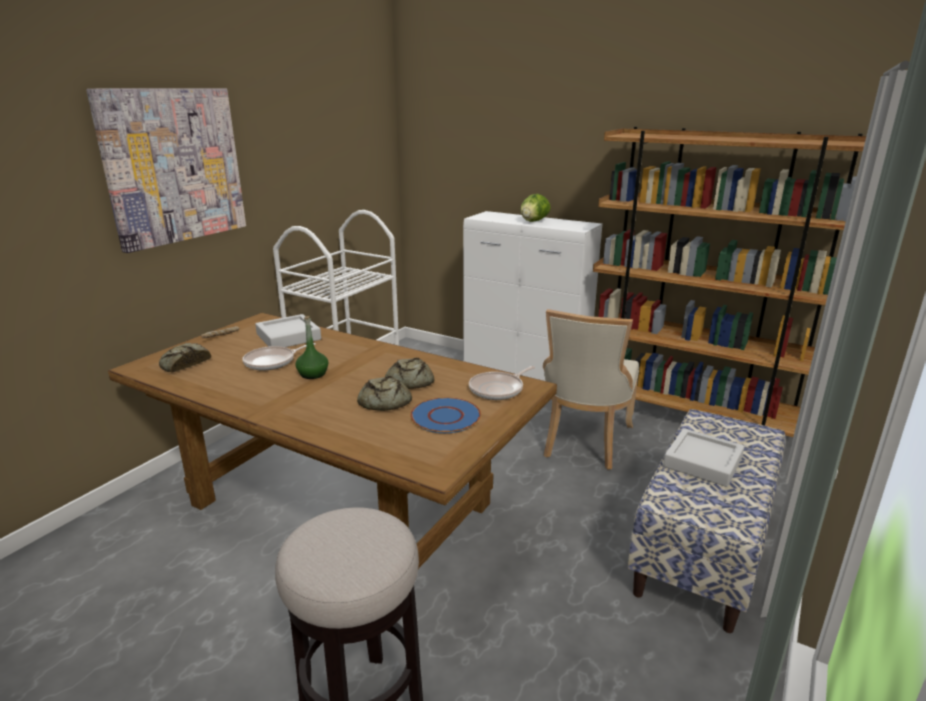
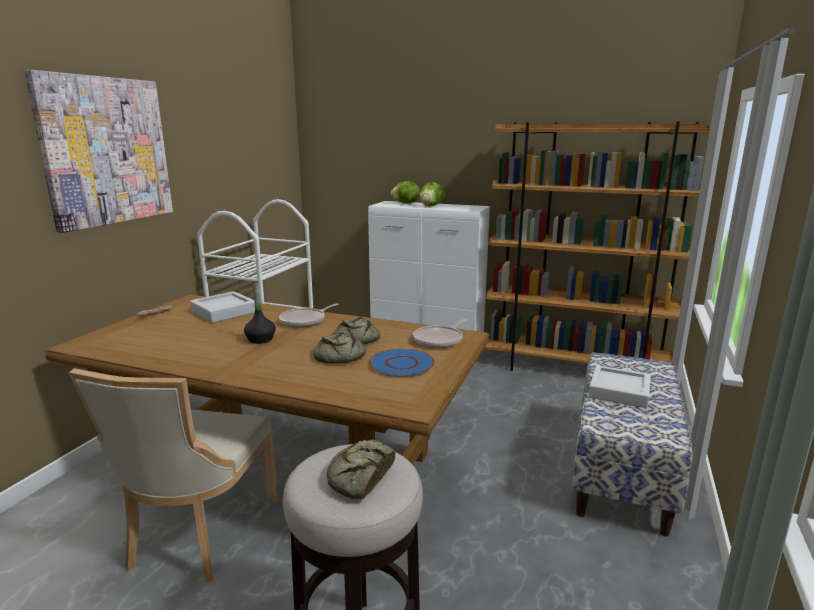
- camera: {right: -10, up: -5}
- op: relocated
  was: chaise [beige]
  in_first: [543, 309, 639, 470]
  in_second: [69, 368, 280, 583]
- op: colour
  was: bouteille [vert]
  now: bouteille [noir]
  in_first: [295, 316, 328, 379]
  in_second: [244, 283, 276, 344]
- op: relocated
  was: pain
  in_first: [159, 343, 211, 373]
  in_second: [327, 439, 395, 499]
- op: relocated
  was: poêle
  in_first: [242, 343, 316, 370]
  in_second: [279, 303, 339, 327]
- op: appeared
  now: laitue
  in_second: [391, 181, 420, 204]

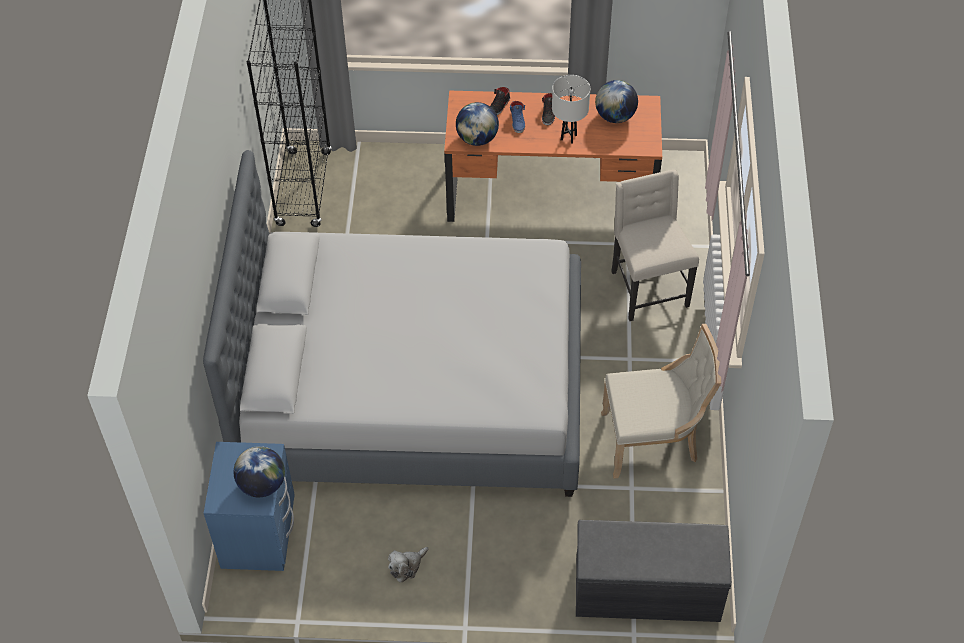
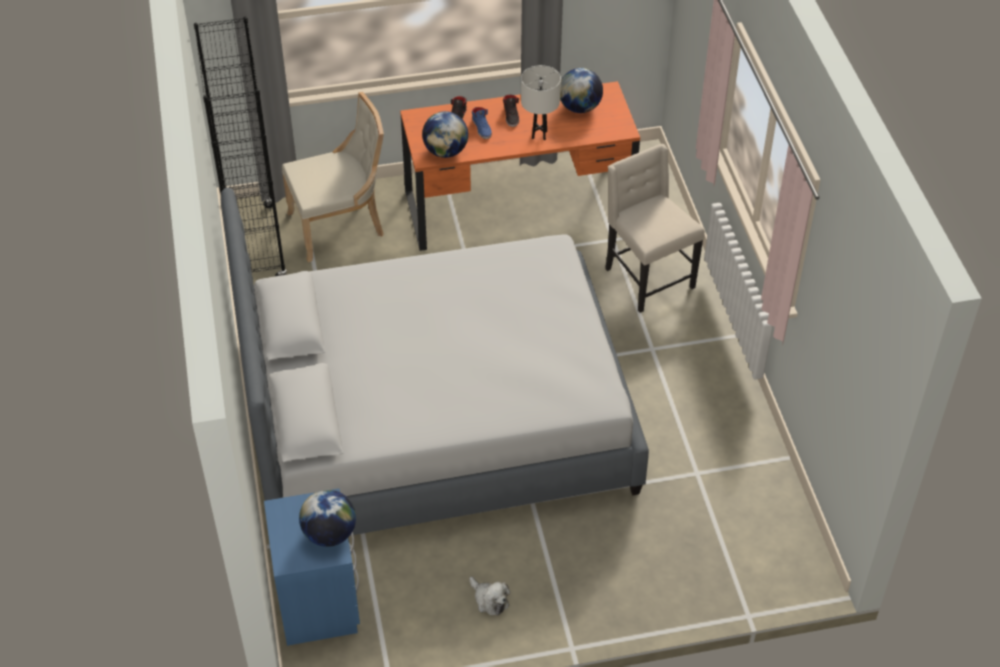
- camera: {right: -15, up: -5}
- op: relocated
  was: chaise [beige]
  in_first: [601, 324, 721, 478]
  in_second: [282, 92, 384, 262]
- op: missing
  was: banc [gris]
  in_first: [576, 520, 732, 622]
- op: spun
  was: peluche
  in_first: [388, 547, 428, 583]
  in_second: [470, 576, 510, 616]
  clockwise: -75

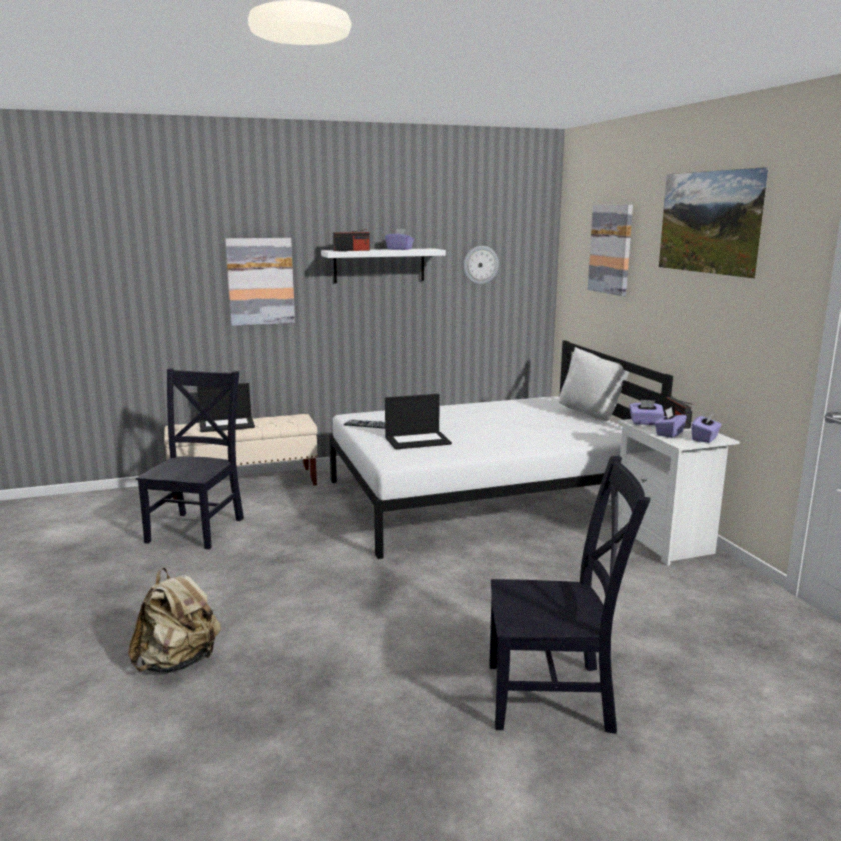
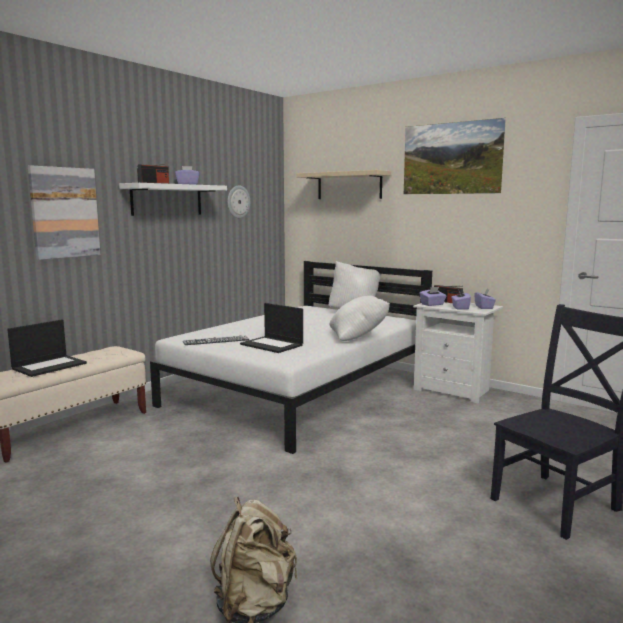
- camera: {right: -35, up: -5}
- op: exchanged
  was: tableau
  now: étagère [beige]
  in_first: [588, 205, 633, 296]
  in_second: [296, 170, 391, 199]
- op: missing
  was: chaise [noir]
  in_first: [136, 368, 244, 549]
- op: spun
  was: ordinateur portable
  in_first: [385, 394, 452, 450]
  in_second: [240, 303, 303, 353]
  clockwise: 90
- op: appeared
  now: coussin [blanc]
  in_second: [329, 296, 390, 341]

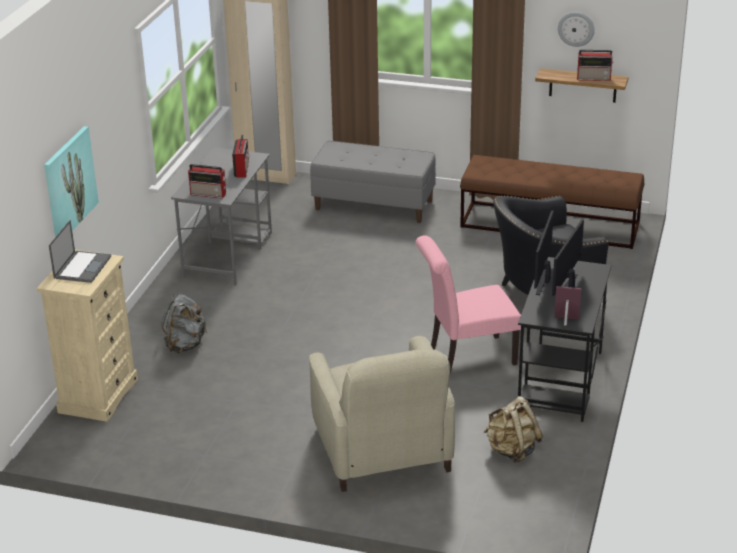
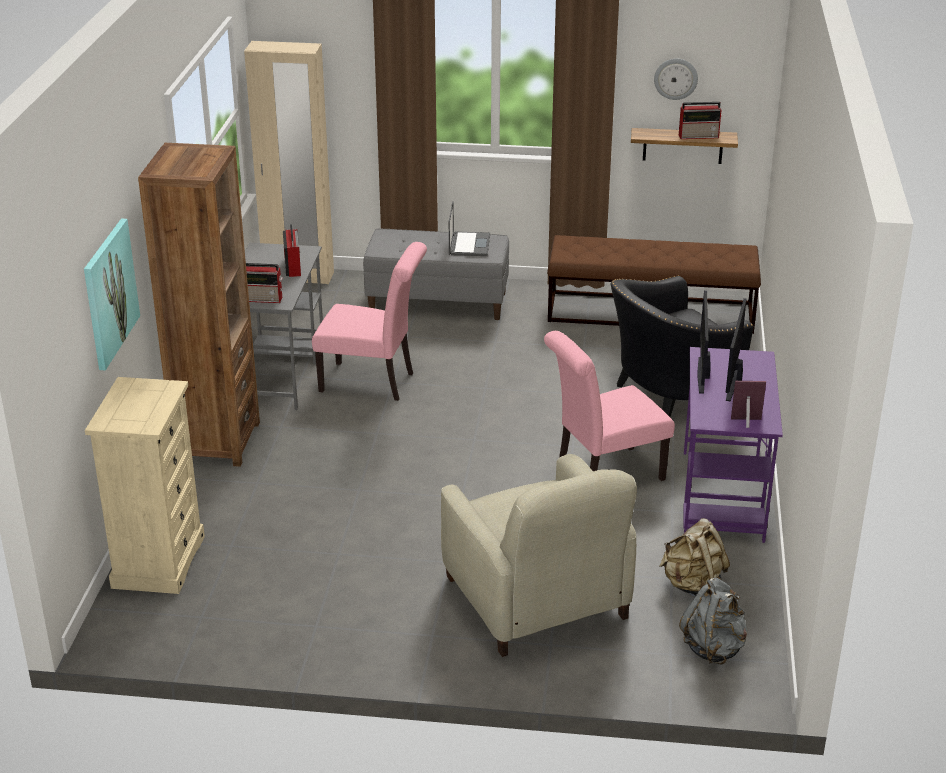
- camera: {right: -10, up: 0}
- op: relocated
  was: ordinateur portable
  in_first: [49, 220, 111, 283]
  in_second: [449, 201, 490, 256]
- op: colour
  was: bureau [noir]
  now: bureau [violet]
  in_first: [518, 257, 611, 422]
  in_second: [684, 347, 783, 543]
- op: relocated
  was: sac à dos [gris]
  in_first: [161, 294, 207, 353]
  in_second: [679, 578, 748, 664]
- op: appeared
  now: bibliothèque [marron]
  in_second: [138, 143, 260, 467]
- op: appeared
  now: chaise [rose]
  in_second: [312, 242, 427, 401]

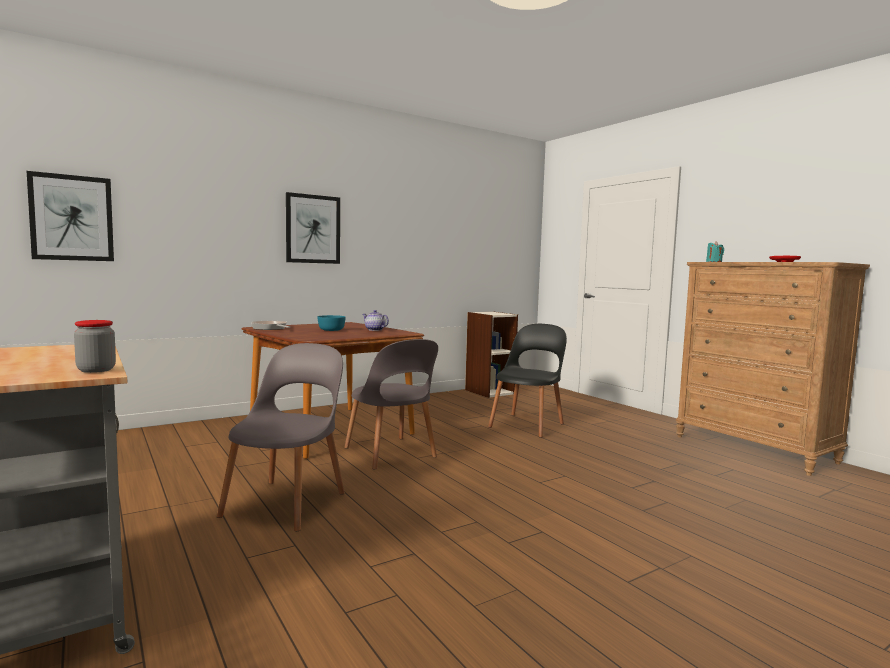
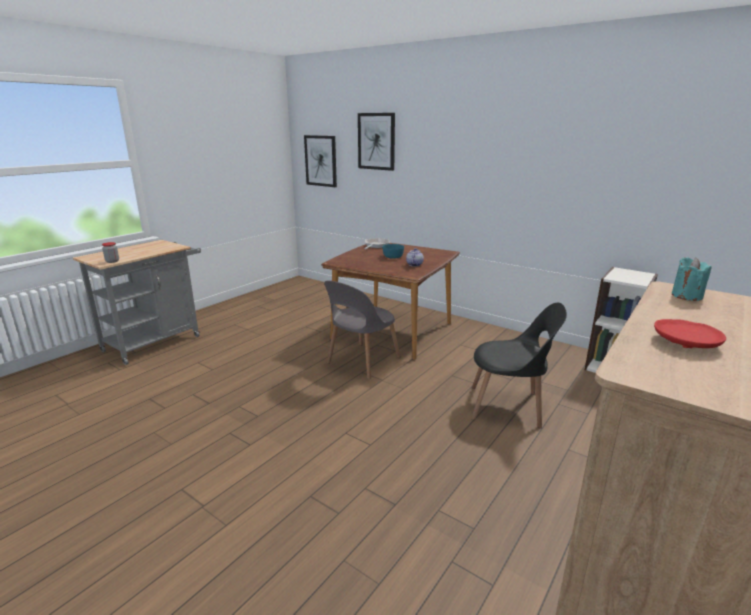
- camera: {right: 70, up: 15}
- op: relocated
  was: tableau
  in_first: [286, 192, 340, 264]
  in_second: [358, 113, 395, 171]
- op: missing
  was: chaise [gris]
  in_first: [217, 343, 345, 531]

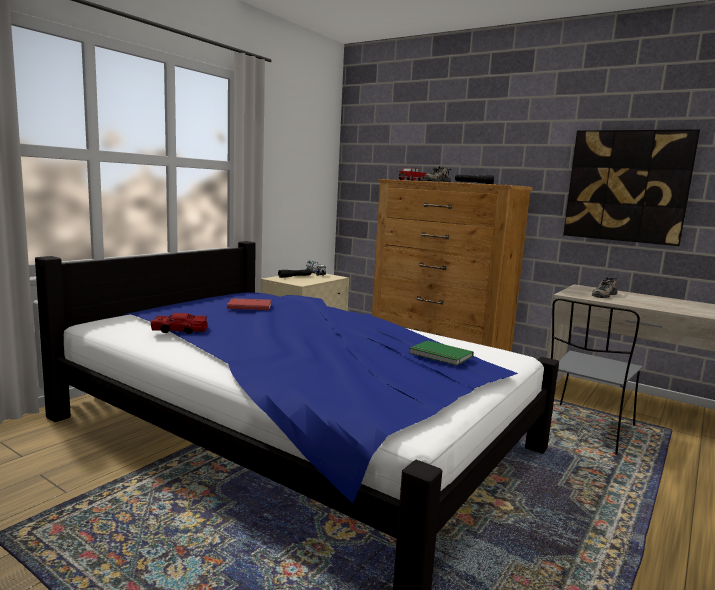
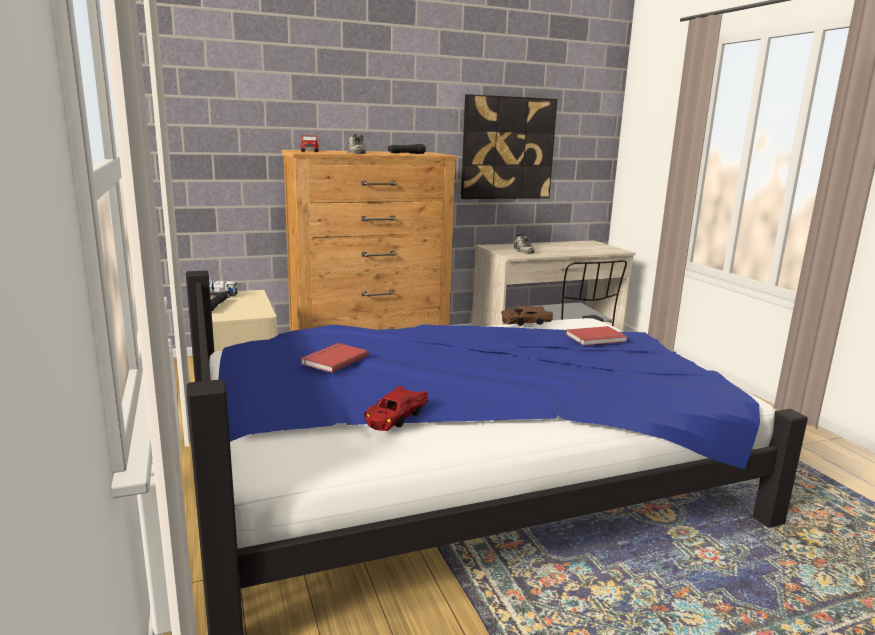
- camera: {right: -55, up: 5}
- op: colour
  was: livre [vert]
  now: livre [rouge]
  in_first: [409, 340, 474, 366]
  in_second: [565, 326, 628, 345]
- op: appeared
  now: petite voiture [marron]
  in_second: [501, 306, 553, 326]

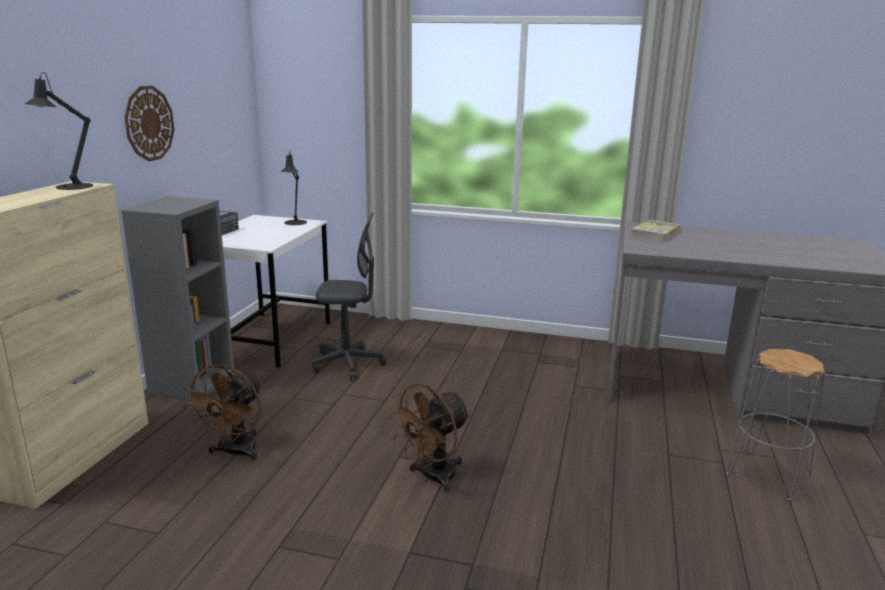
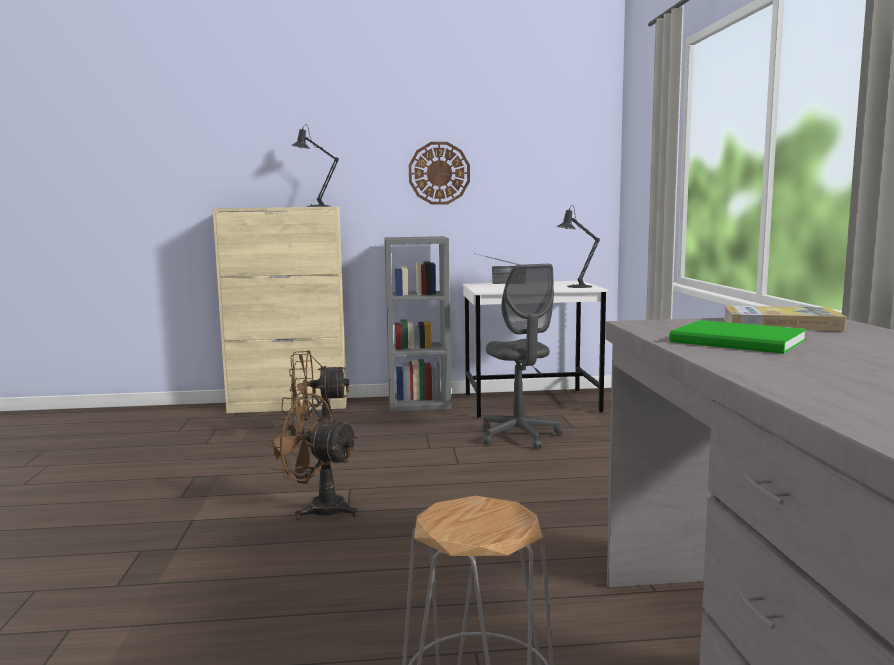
- camera: {right: 70, up: -10}
- op: appeared
  now: livre [vert]
  in_second: [669, 320, 807, 354]

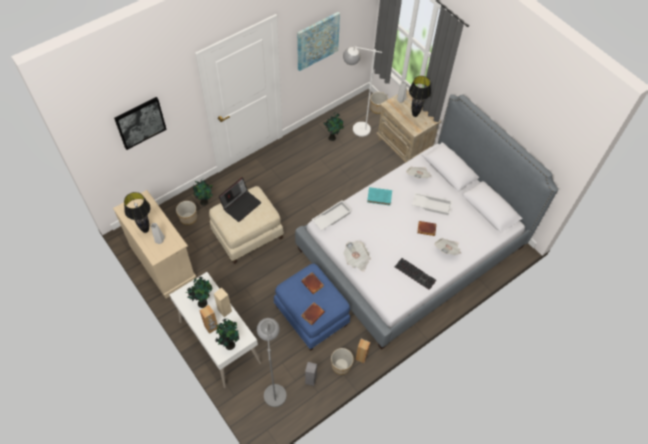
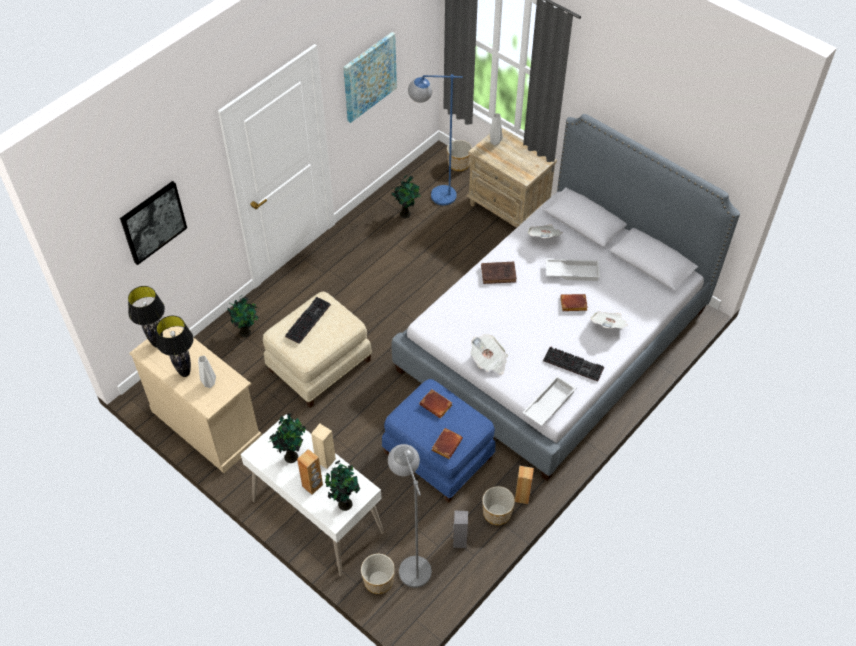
- camera: {right: -10, up: -5}
- op: colour
  was: lampadaire [blanc]
  now: lampadaire [bleu]
  in_first: [343, 46, 382, 137]
  in_second: [408, 74, 463, 205]
- op: relocated
  was: lampe de table [noir]
  in_first: [409, 76, 431, 117]
  in_second: [128, 286, 165, 348]
- op: exchanged
  was: ordinateur portable
  now: clavier
  in_first: [219, 177, 262, 222]
  in_second: [285, 297, 331, 344]
- op: colour
  was: livre [turquoise]
  now: livre [marron]
  in_first: [367, 187, 392, 205]
  in_second: [481, 262, 517, 284]
- op: relocated
  was: plateau [blanc]
  in_first: [312, 200, 352, 231]
  in_second: [522, 376, 576, 426]
- op: relocated
  was: cache-pot
  in_first: [176, 201, 197, 225]
  in_second: [361, 554, 395, 594]

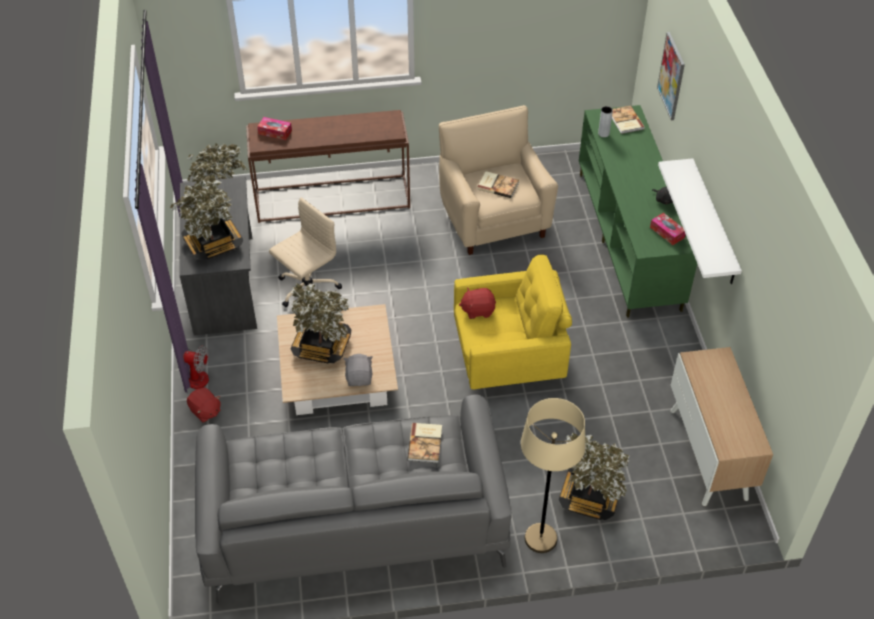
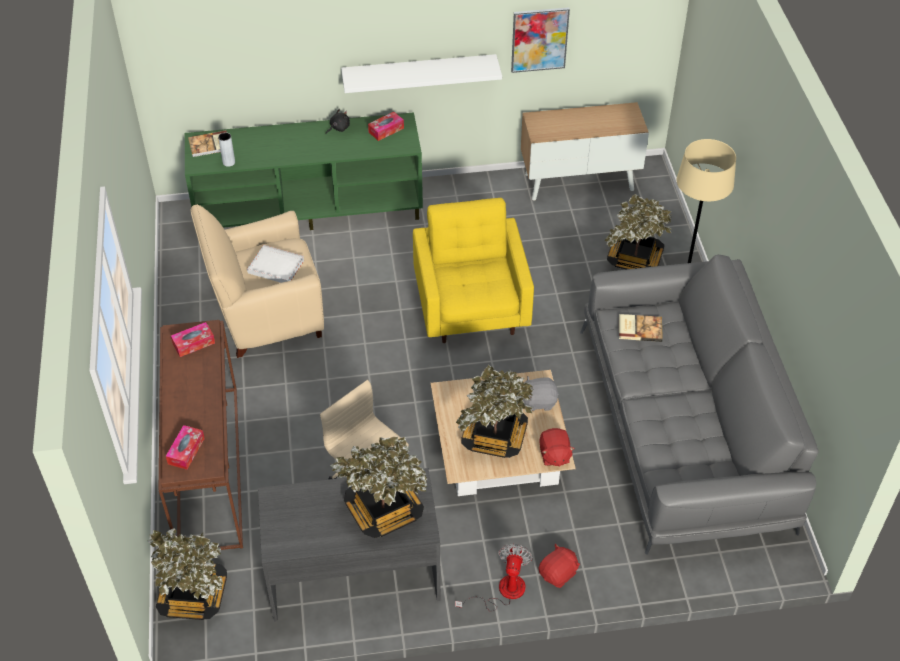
- camera: {right: -90, up: 0}
- op: relocated
  was: tableau
  in_first: [657, 32, 685, 120]
  in_second: [511, 8, 570, 73]
- op: exchanged
  was: livre
  now: plateau [blanc]
  in_first: [477, 171, 519, 198]
  in_second: [247, 245, 304, 283]
- op: relocated
  was: peluche [rouge]
  in_first: [459, 287, 496, 319]
  in_second: [539, 428, 575, 467]
- op: appeared
  now: boîte à mouchoirs
  in_second: [171, 322, 215, 357]

